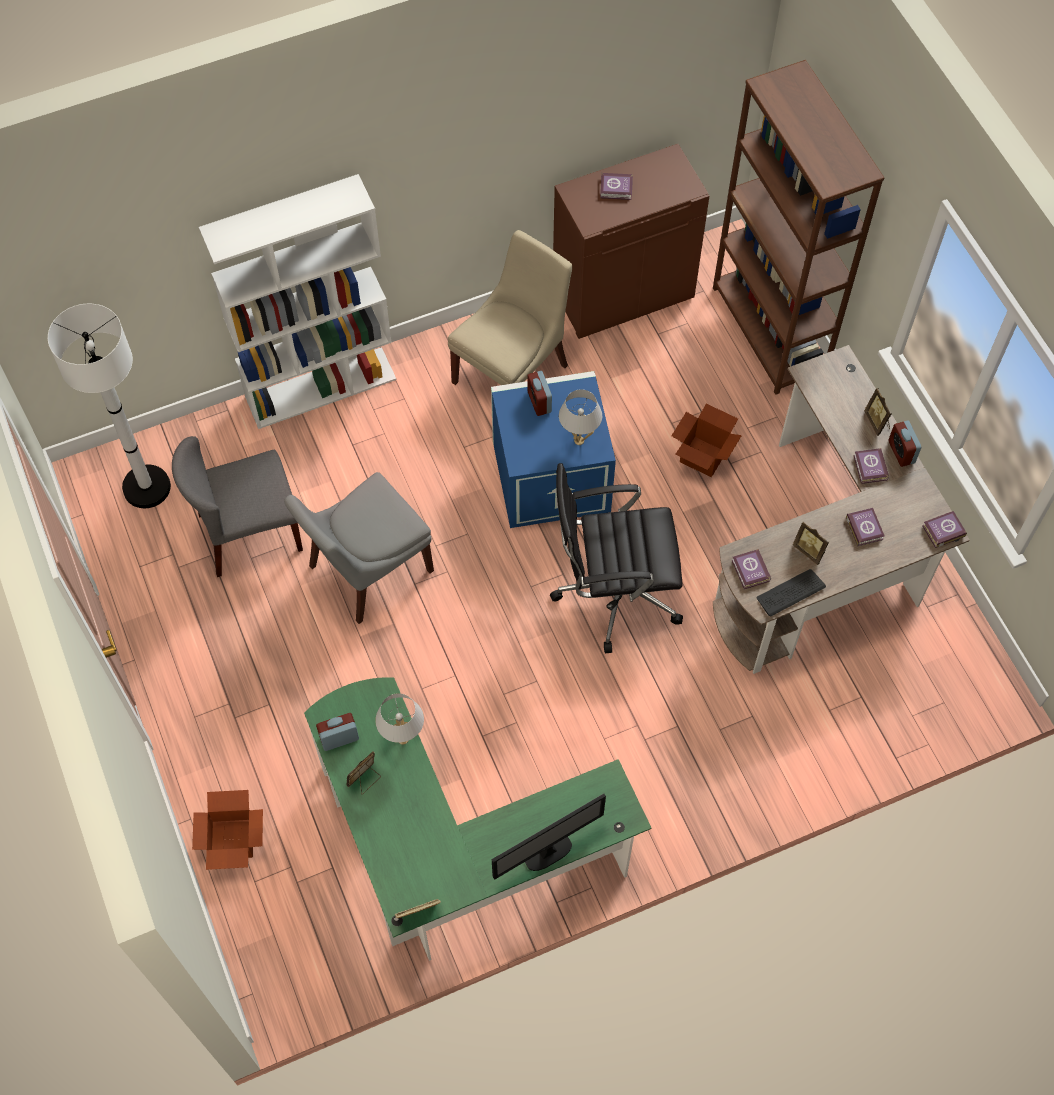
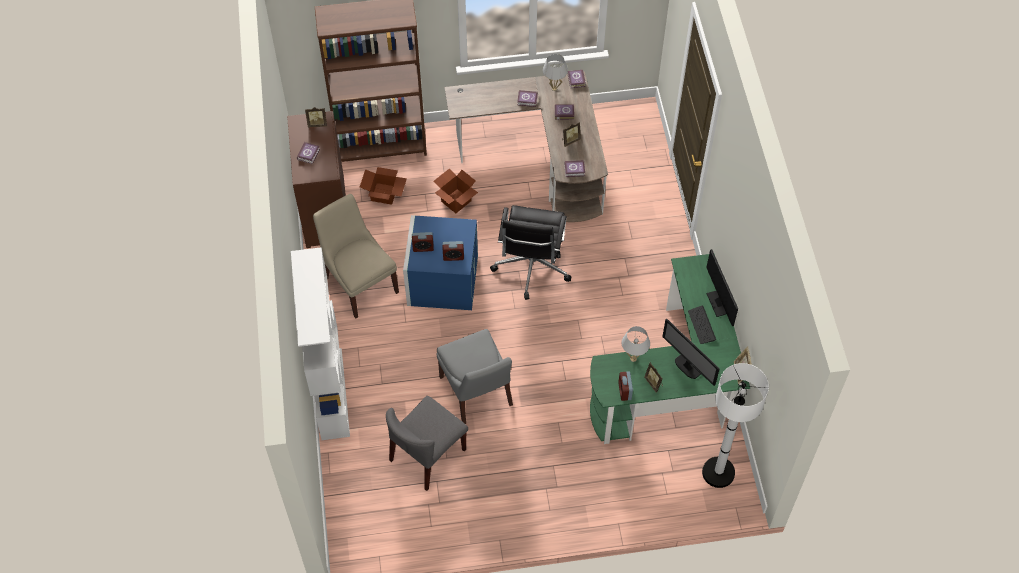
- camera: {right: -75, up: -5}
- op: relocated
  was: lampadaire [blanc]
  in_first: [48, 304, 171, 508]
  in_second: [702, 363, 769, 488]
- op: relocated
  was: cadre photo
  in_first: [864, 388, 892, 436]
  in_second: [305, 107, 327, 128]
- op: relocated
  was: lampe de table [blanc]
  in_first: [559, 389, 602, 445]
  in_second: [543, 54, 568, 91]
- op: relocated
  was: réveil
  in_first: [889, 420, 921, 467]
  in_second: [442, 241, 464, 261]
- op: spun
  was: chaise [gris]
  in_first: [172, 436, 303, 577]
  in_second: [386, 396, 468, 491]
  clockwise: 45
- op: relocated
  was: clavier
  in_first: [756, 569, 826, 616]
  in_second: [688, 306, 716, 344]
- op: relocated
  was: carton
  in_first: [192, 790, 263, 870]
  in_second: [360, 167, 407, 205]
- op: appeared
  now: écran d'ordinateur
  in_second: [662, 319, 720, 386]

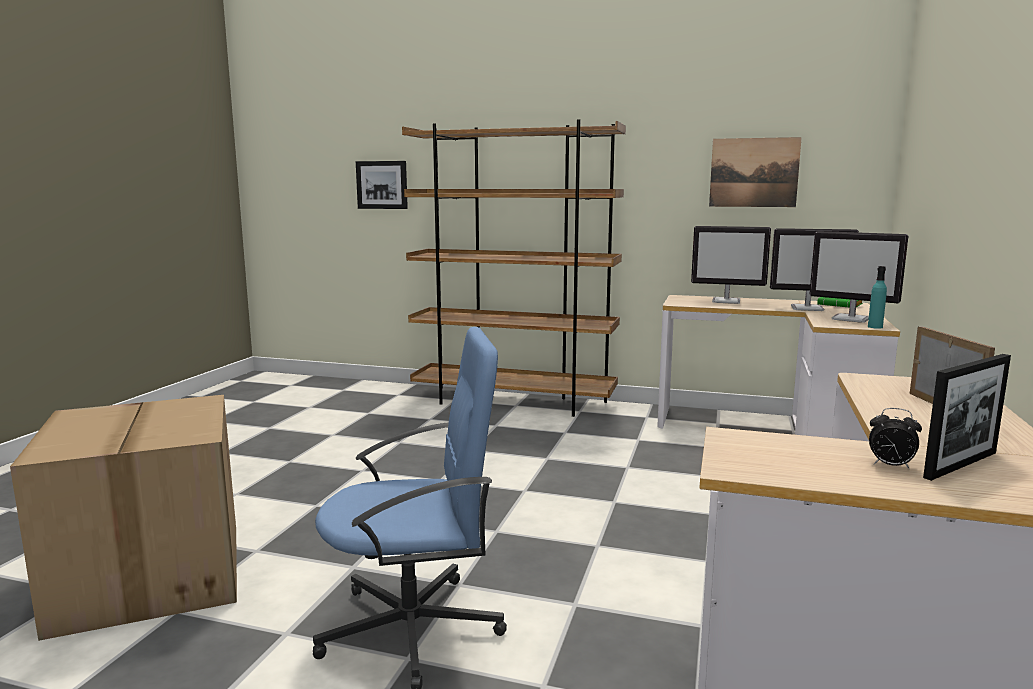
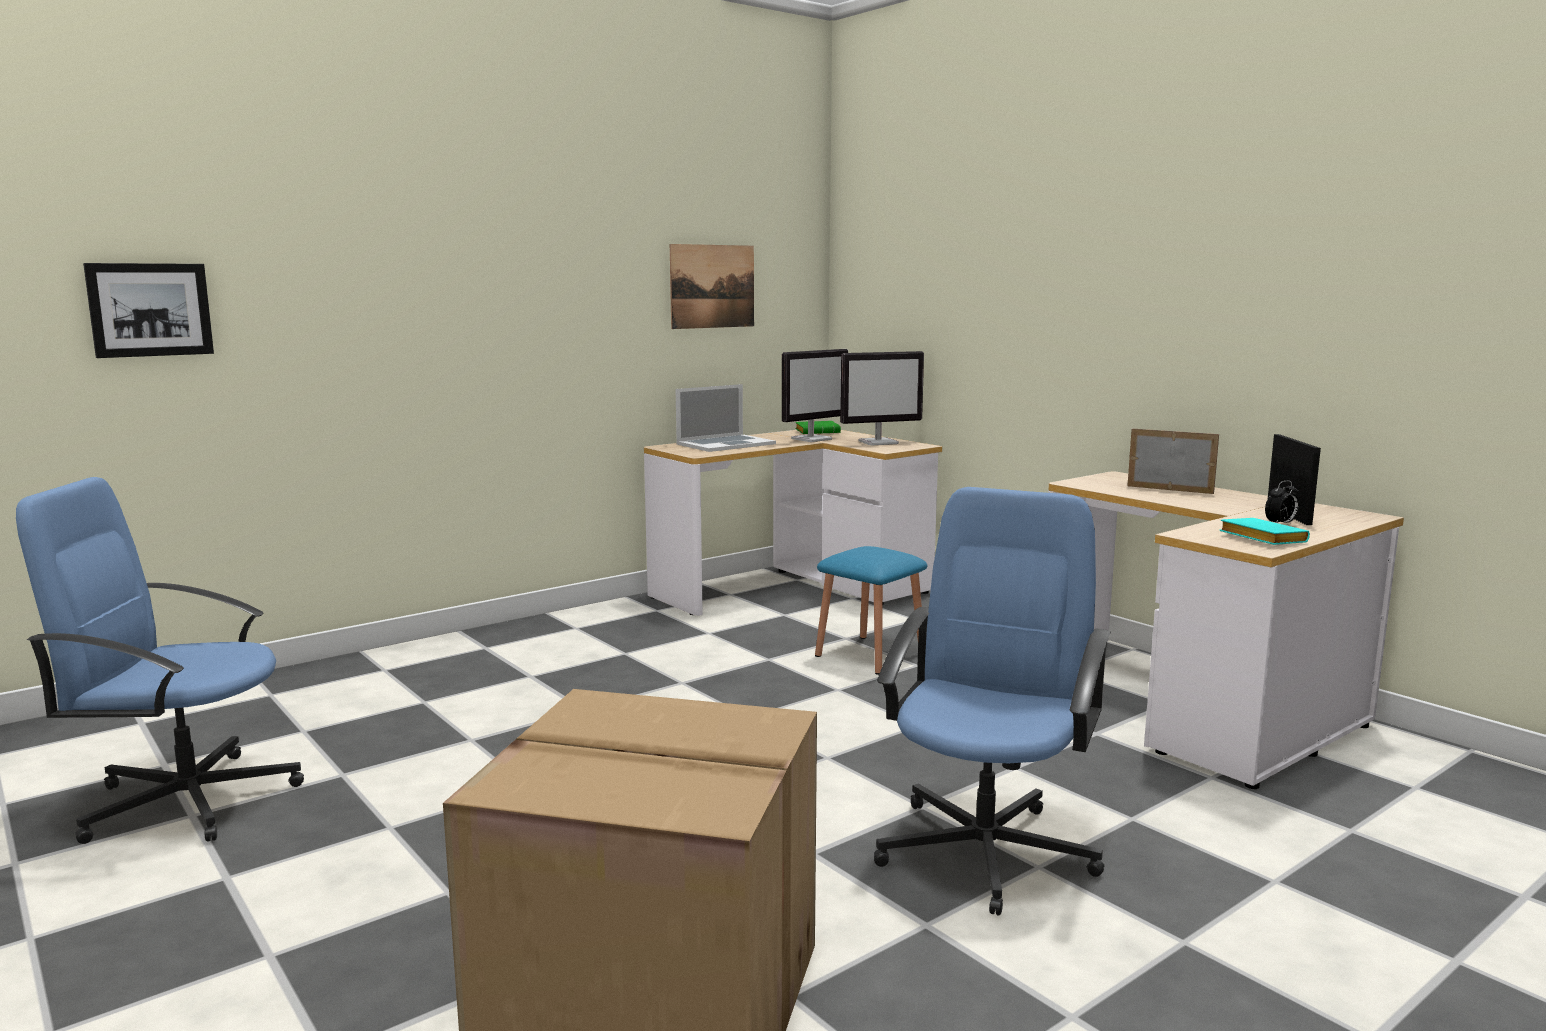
- camera: {right: -55, up: 0}
- op: missing
  was: bibliothèque [marron]
  in_first: [402, 119, 626, 417]
- op: exchanged
  was: écran d'ordinateur
  now: ordinateur portable
  in_first: [691, 226, 771, 304]
  in_second: [676, 384, 776, 452]
- op: missing
  was: bouteille [turquoise]
  in_first: [868, 266, 887, 329]
- op: appeared
  now: chaise de bureau [bleu]
  in_second: [16, 477, 304, 844]
- op: appeared
  now: livre [turquoise]
  in_second: [1219, 518, 1310, 545]
- op: appeared
  now: tabouret [bleu]
  in_second: [815, 546, 927, 675]

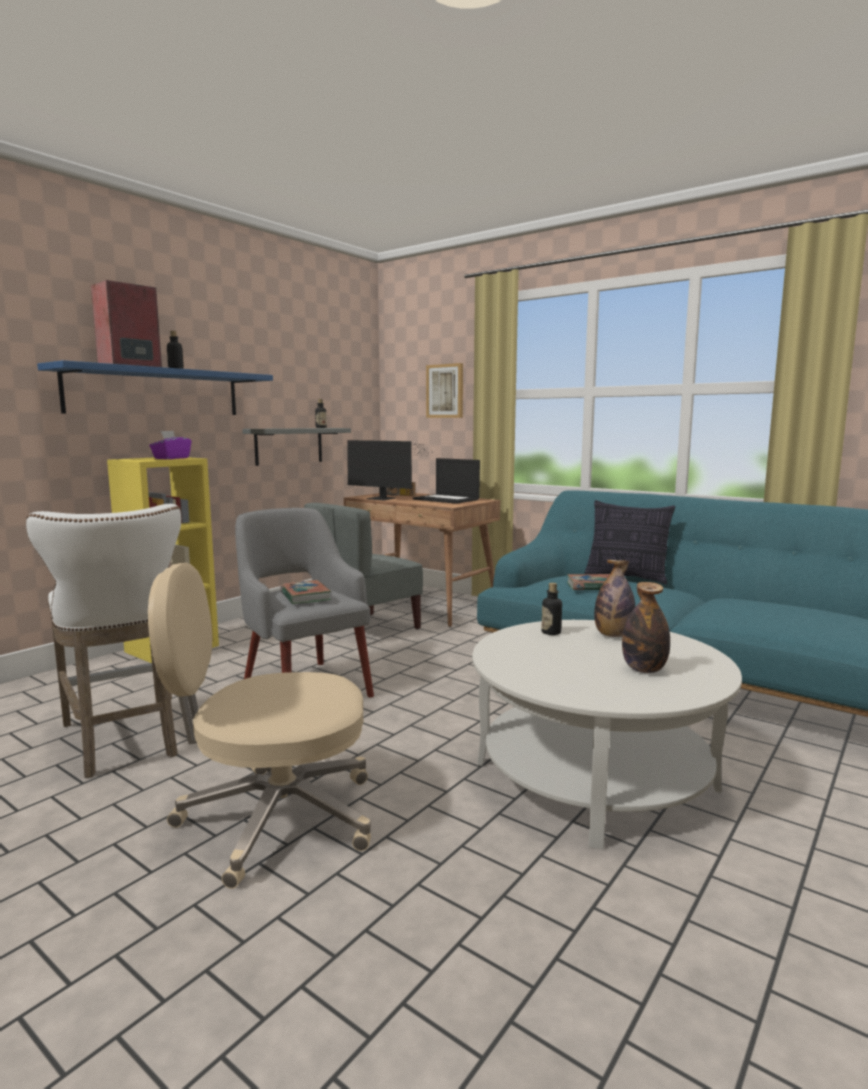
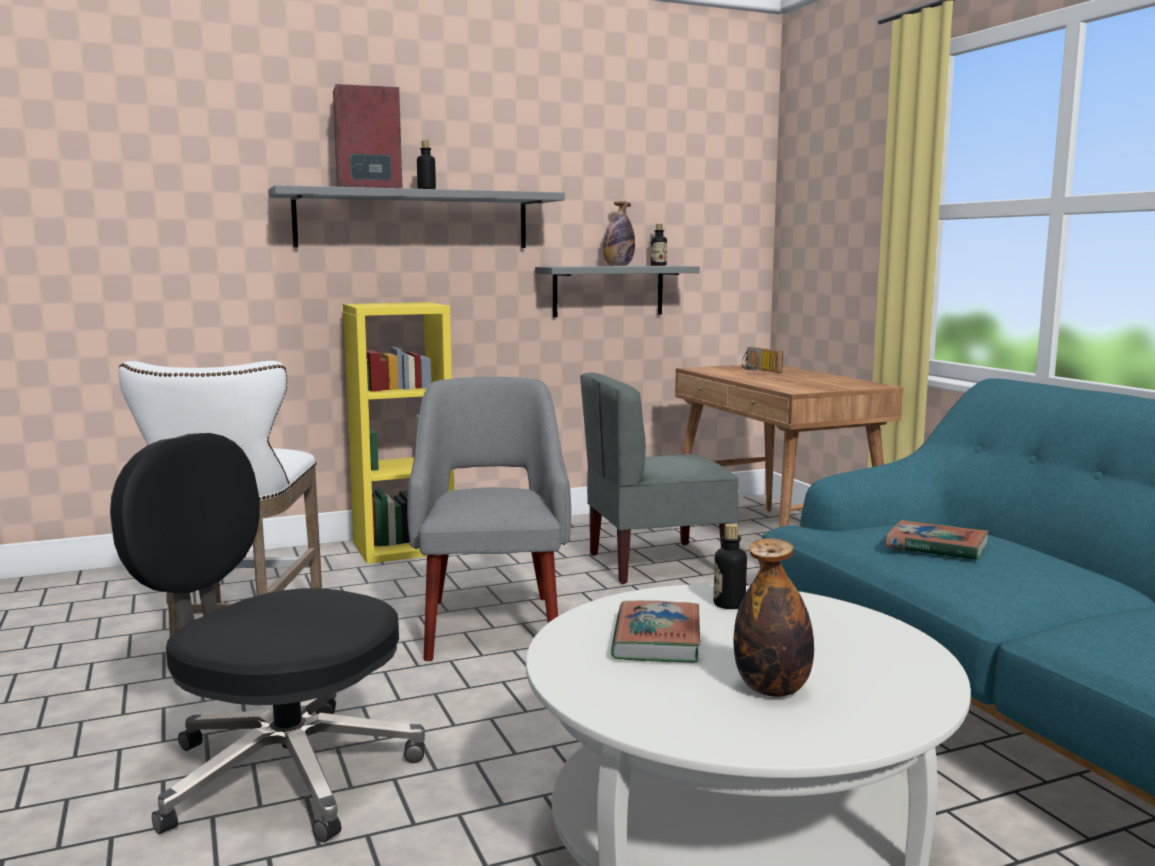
- camera: {right: 30, up: 0}
- op: colour
  was: étagère [bleu]
  now: étagère [gris]
  in_first: [37, 360, 273, 415]
  in_second: [268, 185, 565, 248]
- op: missing
  was: tableau
  in_first: [426, 363, 463, 418]
- op: missing
  was: boîte à mouchoirs [violet]
  in_first: [149, 431, 191, 459]
- op: missing
  was: écran d'ordinateur
  in_first: [347, 440, 427, 500]
- op: missing
  was: ordinateur portable
  in_first: [413, 458, 480, 504]
- op: missing
  was: coussin
  in_first: [584, 500, 675, 584]
- op: relocated
  was: bouteille
  in_first: [594, 560, 636, 637]
  in_second: [603, 201, 635, 266]
- op: colour
  was: chaise de bureau [beige]
  now: chaise de bureau [noir]
  in_first: [148, 563, 371, 889]
  in_second: [110, 433, 425, 842]
- op: relocated
  was: livre
  in_first: [280, 580, 331, 604]
  in_second: [611, 600, 700, 663]

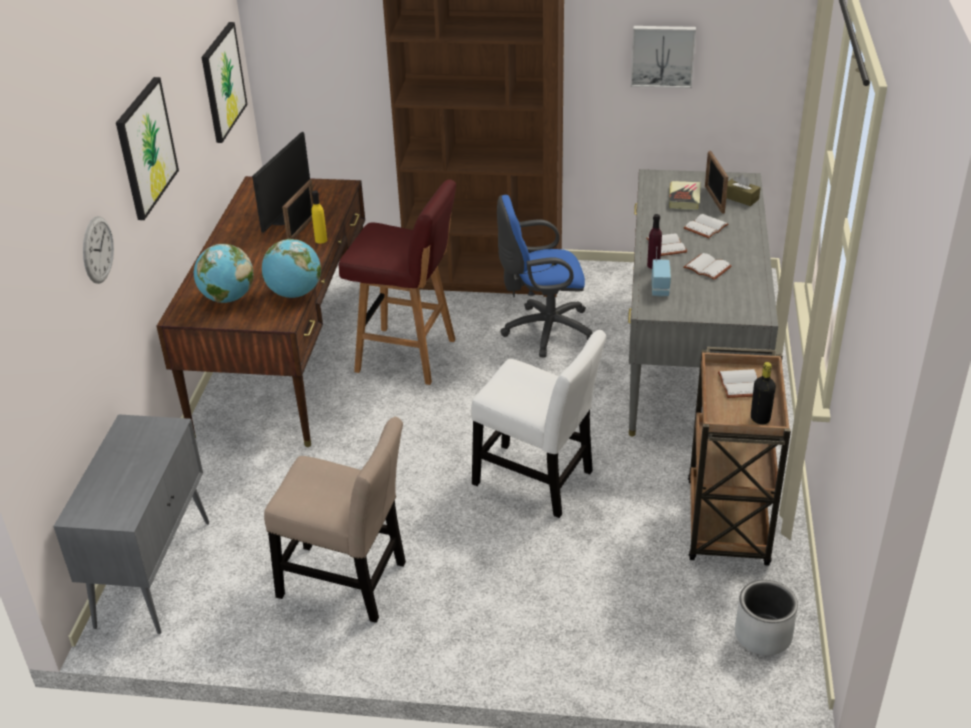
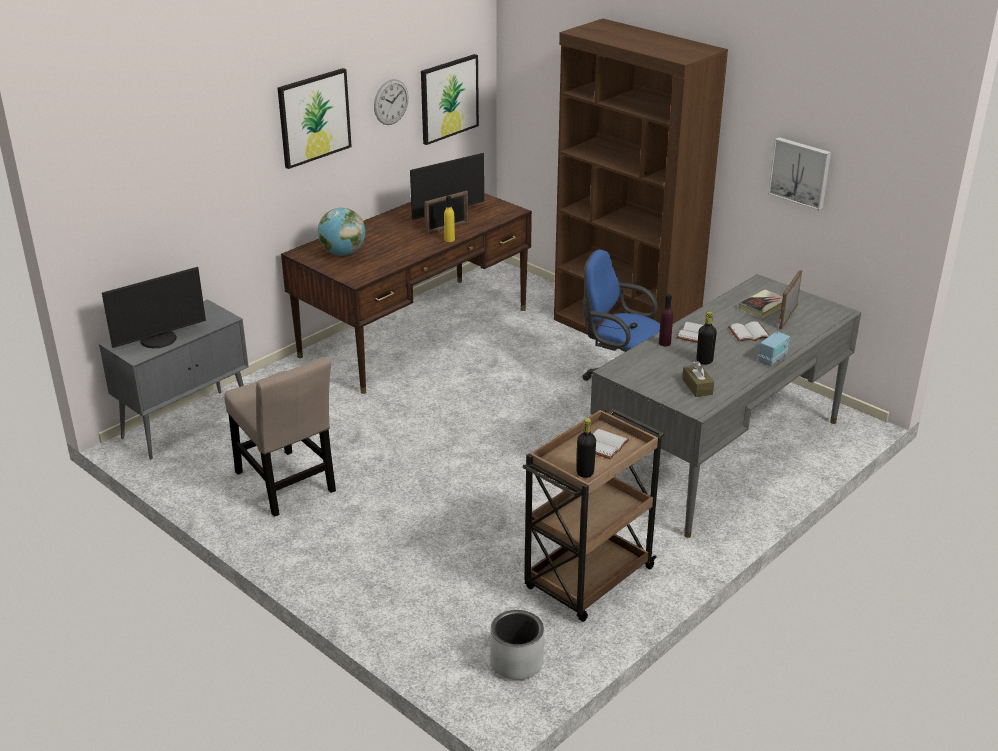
- camera: {right: 35, up: -5}
- op: relocated
  was: boîte à mouchoirs [marron]
  in_first: [726, 174, 761, 206]
  in_second: [682, 361, 714, 397]
- op: missing
  was: tabouret [rouge]
  in_first: [339, 179, 456, 385]
- op: relocated
  was: horloge murale
  in_first: [83, 216, 114, 284]
  in_second: [374, 79, 408, 125]
- op: missing
  was: globe
  in_first: [262, 239, 321, 298]
- op: relocated
  was: radio
  in_first: [652, 247, 671, 296]
  in_second: [758, 320, 790, 366]
- op: exchanged
  was: livre [blanc]
  now: bouteille [noir]
  in_first: [683, 253, 732, 280]
  in_second: [696, 311, 717, 364]
- op: missing
  was: chaise [blanc]
  in_first: [471, 330, 607, 518]
- op: appeared
  now: écran d'ordinateur
  in_second: [102, 267, 206, 348]

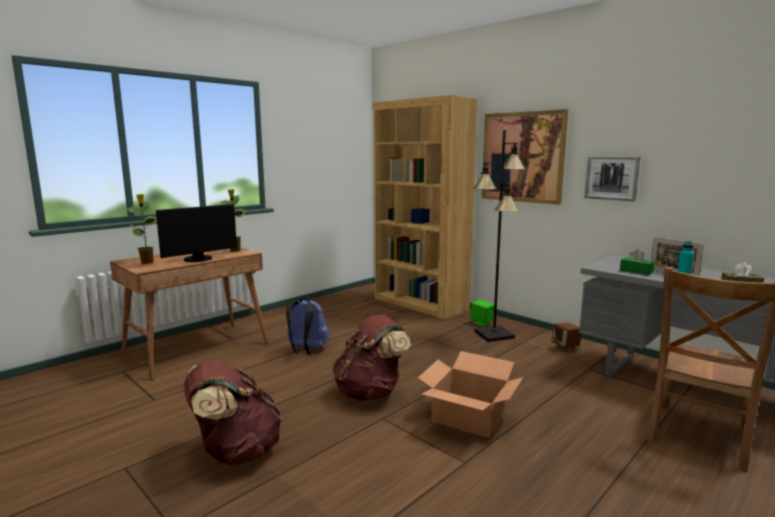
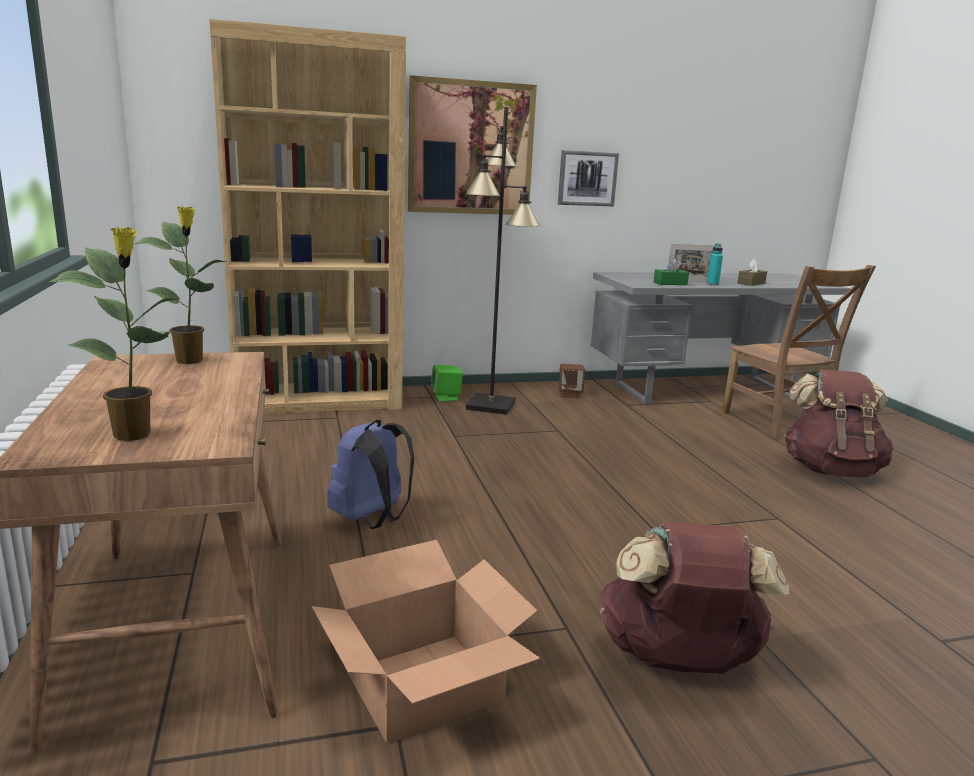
- camera: {right: -60, up: 5}
- op: missing
  was: écran d'ordinateur
  in_first: [156, 204, 237, 262]
- op: relocated
  was: sac à dos [marron]
  in_first: [332, 315, 411, 401]
  in_second: [784, 370, 894, 478]
- op: relocated
  was: carton
  in_first: [418, 351, 523, 438]
  in_second: [312, 540, 540, 744]

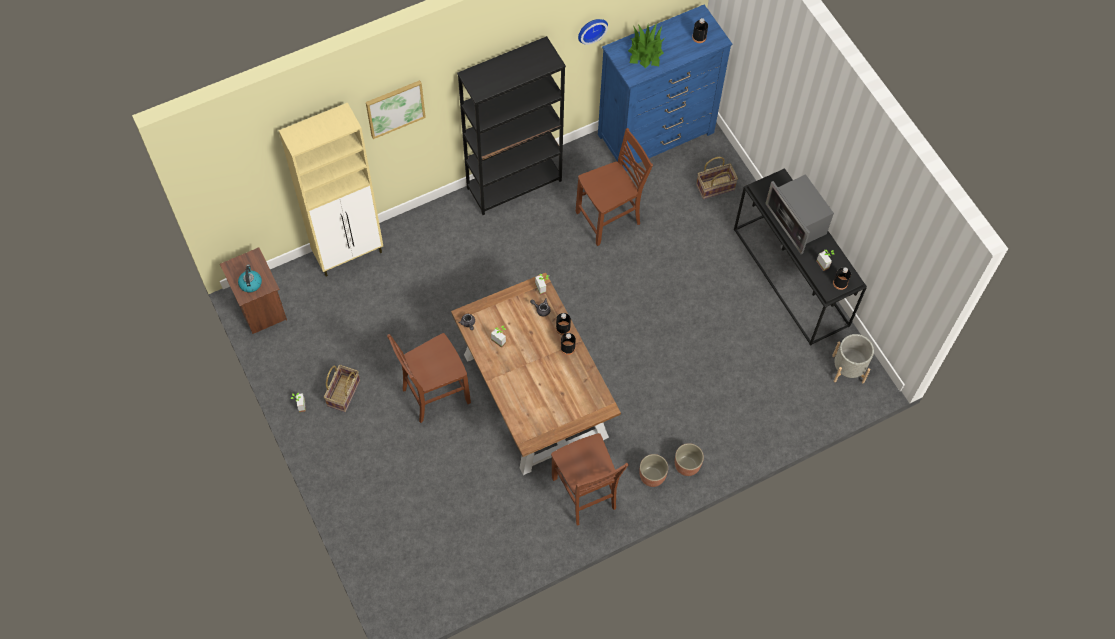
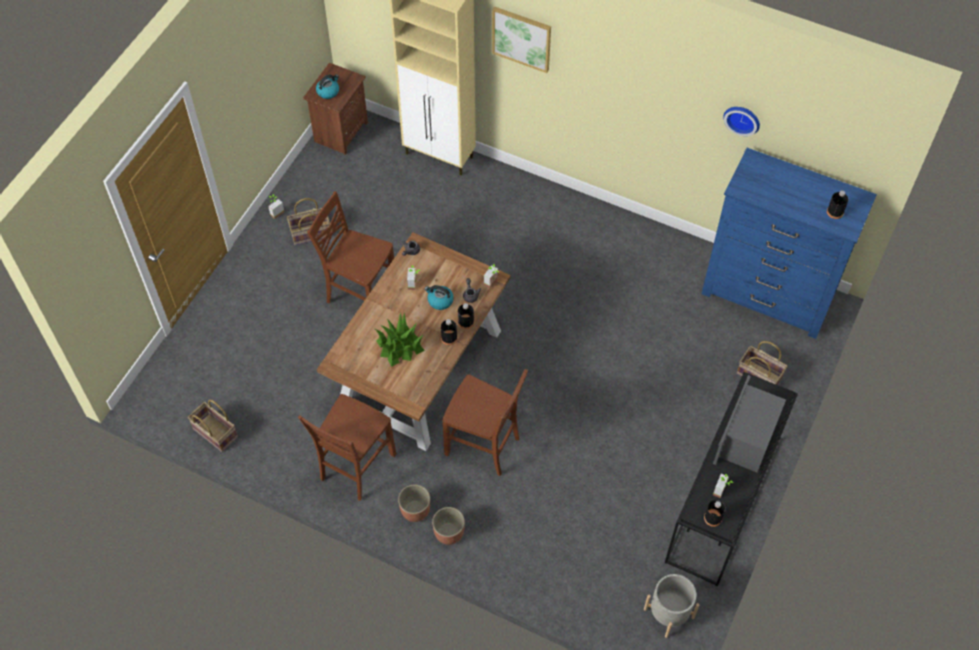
- camera: {right: 55, up: -5}
- op: relocated
  was: plante en pot
  in_first: [628, 23, 665, 68]
  in_second: [375, 312, 425, 367]
- op: missing
  was: bibliothèque [noir]
  in_first: [457, 36, 566, 215]
- op: relocated
  was: chaise [marron]
  in_first: [576, 128, 653, 246]
  in_second: [442, 369, 528, 476]
- op: appeared
  now: bouilloire
  in_second: [424, 285, 454, 310]
- op: appeared
  now: panier
  in_second: [188, 399, 238, 452]

